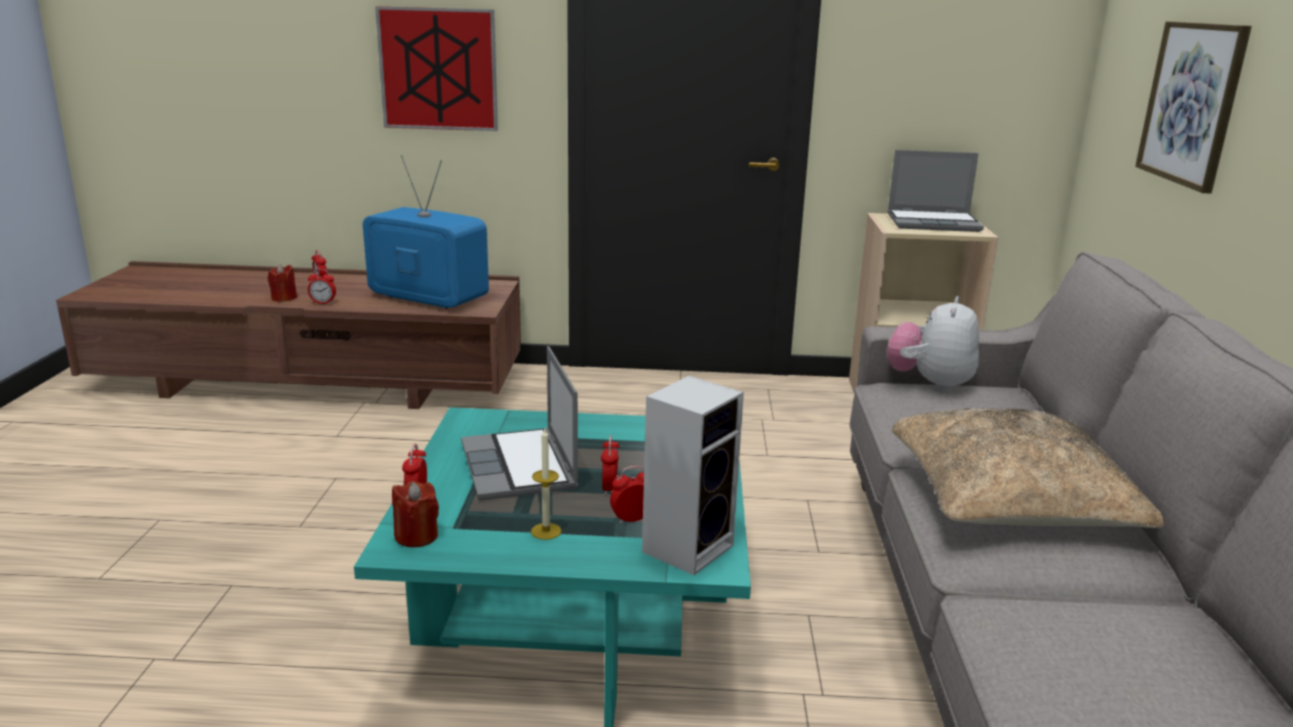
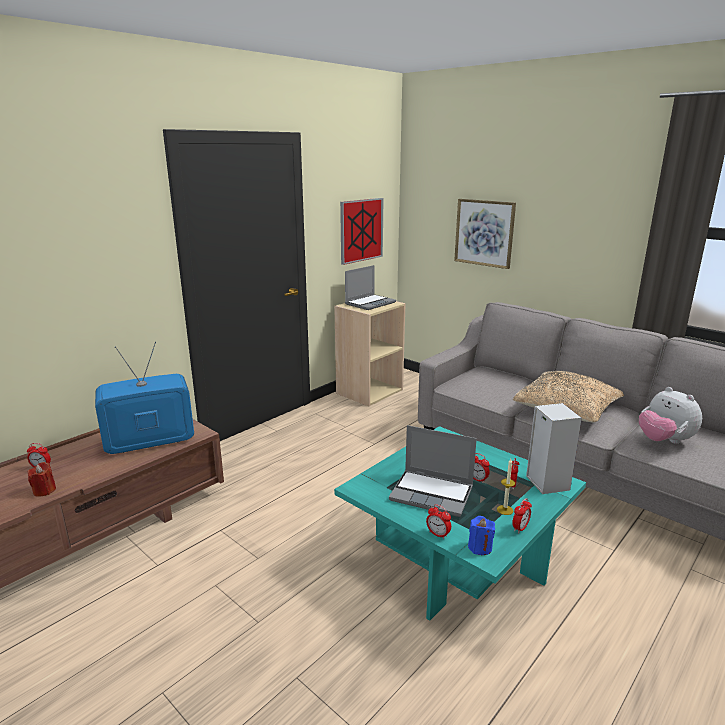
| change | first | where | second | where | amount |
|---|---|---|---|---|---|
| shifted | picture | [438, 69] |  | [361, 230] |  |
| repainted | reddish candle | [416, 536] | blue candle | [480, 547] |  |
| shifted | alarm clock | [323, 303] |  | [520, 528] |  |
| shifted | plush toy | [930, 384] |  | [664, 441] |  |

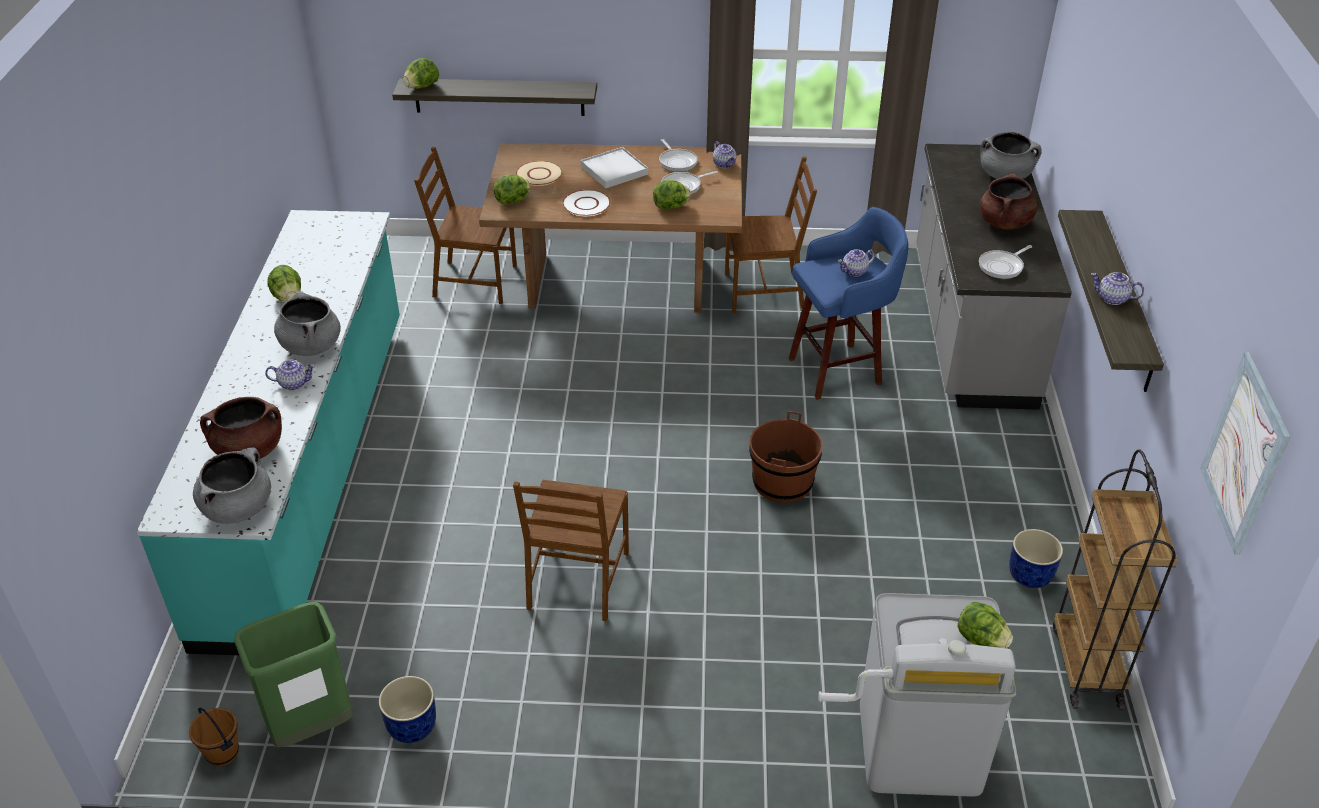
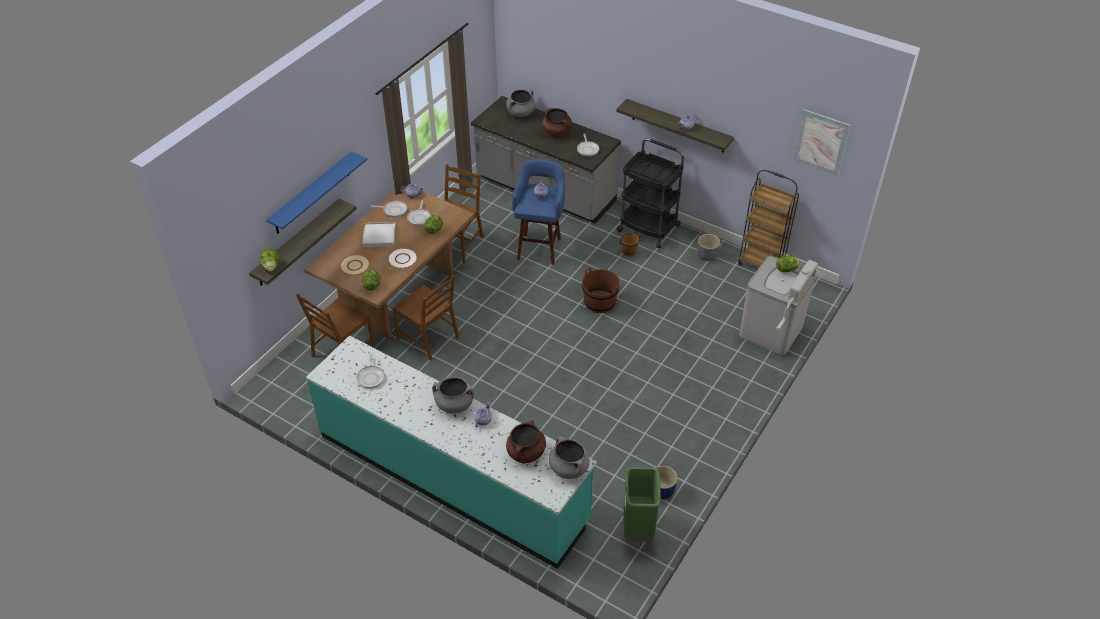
| change | first | where | second | where | amount |
|---|---|---|---|---|---|
| new |  |  | blue shelf | [312, 193] |  |
| new |  |  | pan | [371, 377] |  |
| shifted | brown-coloured upright chair | [577, 581] |  | [429, 338] |  |
| new |  |  | blackish wheeled cart | [647, 228] |  |
| shifted | brown-coloured water bucket | [222, 754] |  | [629, 252] |  |
| repainted | blue planter | [1030, 575] | gray planter | [707, 255] |  |
| gone | lettuce | [288, 297] |  |  |  |

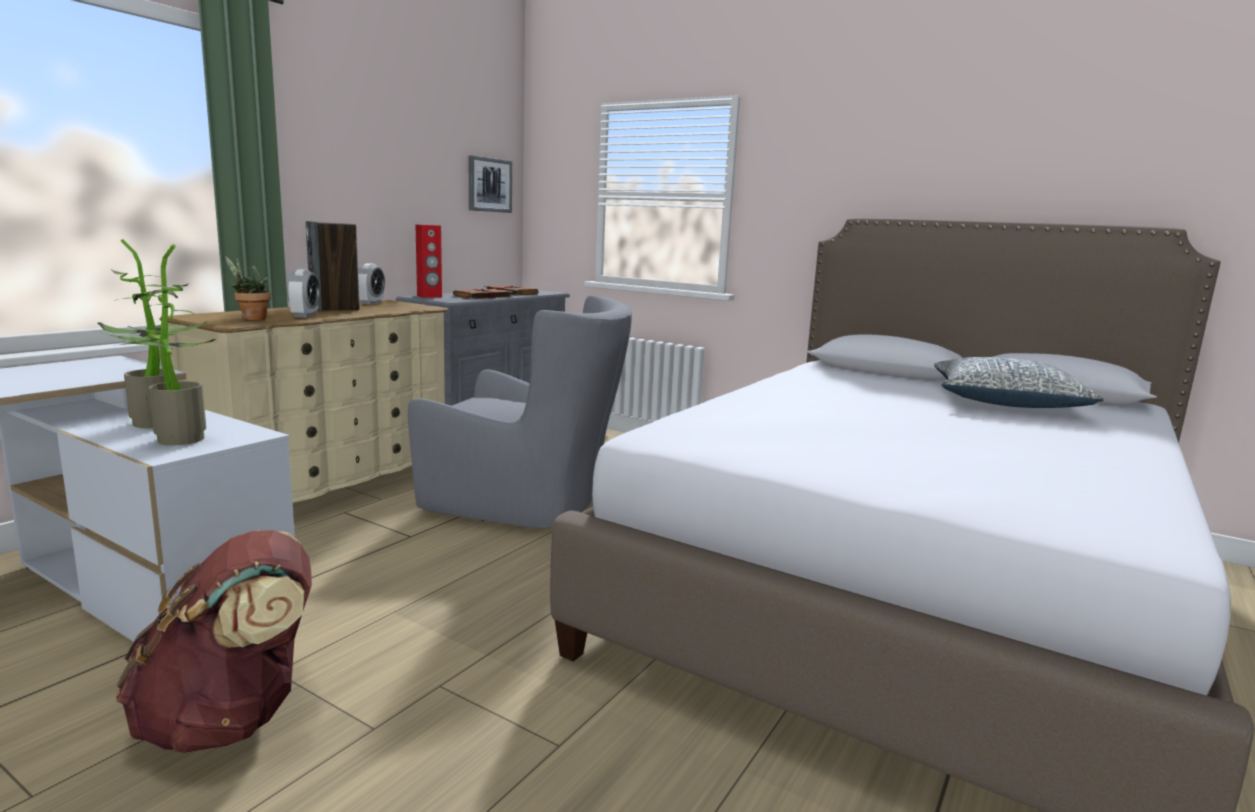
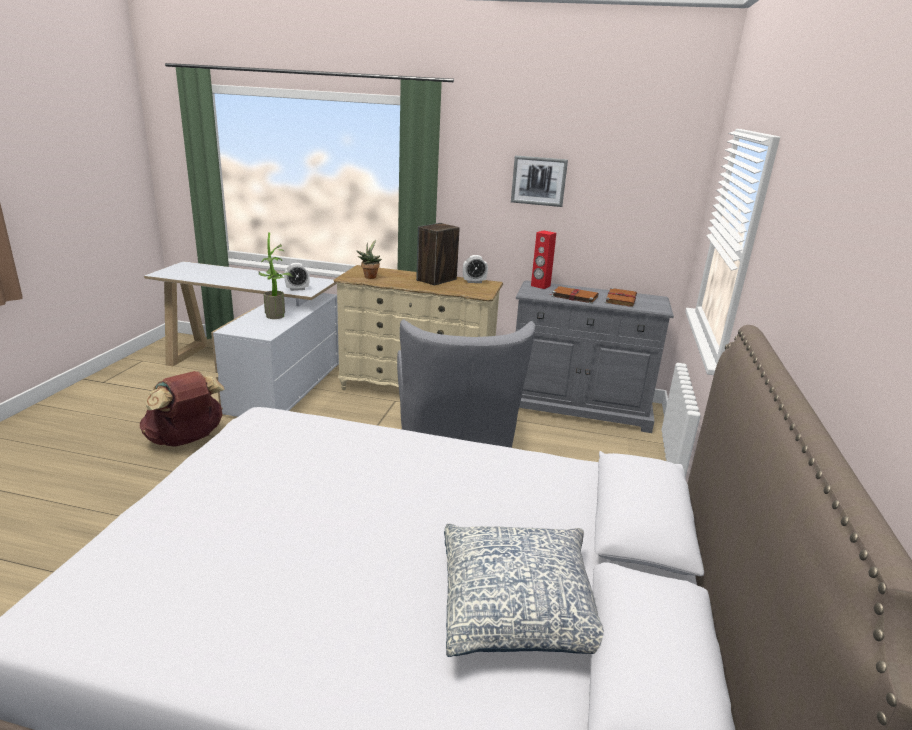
| change | first | where | second | where | amount |
|---|---|---|---|---|---|
| shifted | alarm clock | [305, 316] |  | [297, 289] |  |
| shifted | picture | [489, 185] |  | [538, 181] |  |
| gone | plant in a pot | [173, 440] |  |  |  |

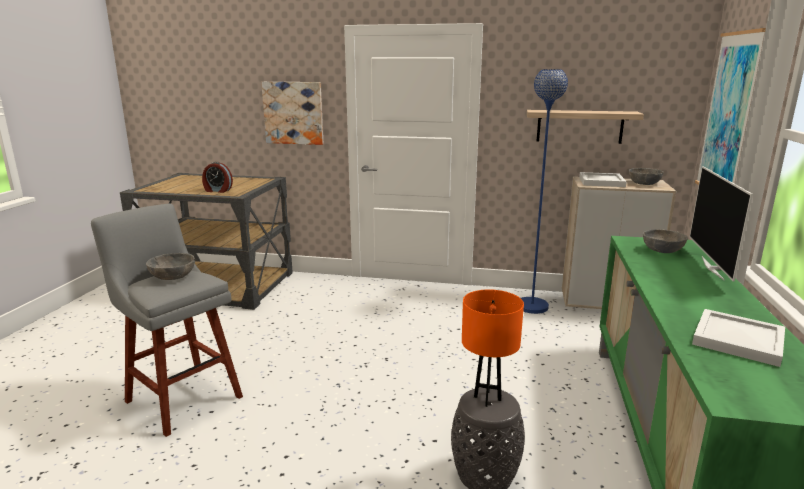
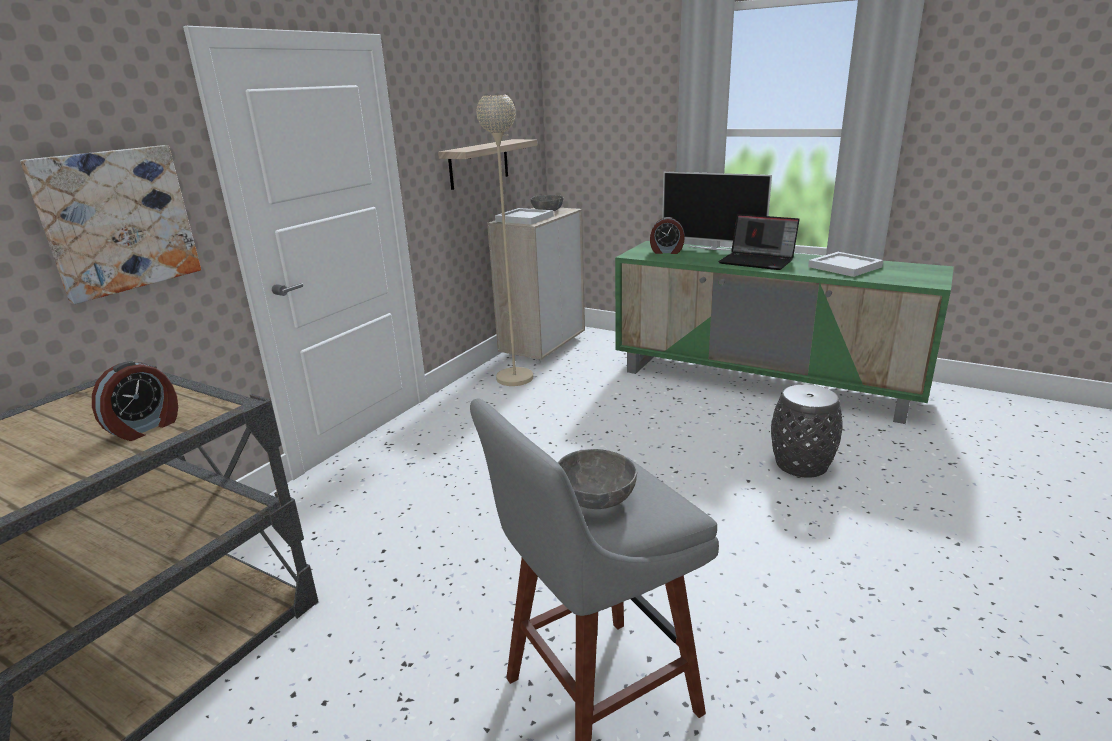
| change | first | where | second | where | amount |
|---|---|---|---|---|---|
| repainted | blue floor lamp | [532, 306] | beige-coloured floor lamp | [515, 378] |  |
| swapped | gray bowl | [662, 250] | alarm clock | [666, 252] |  |
| new |  |  | laptop | [758, 261] |  |
| gone | orangey tabletop lamp | [487, 398] |  |  |  |
| gone | picture | [728, 115] |  |  |  |

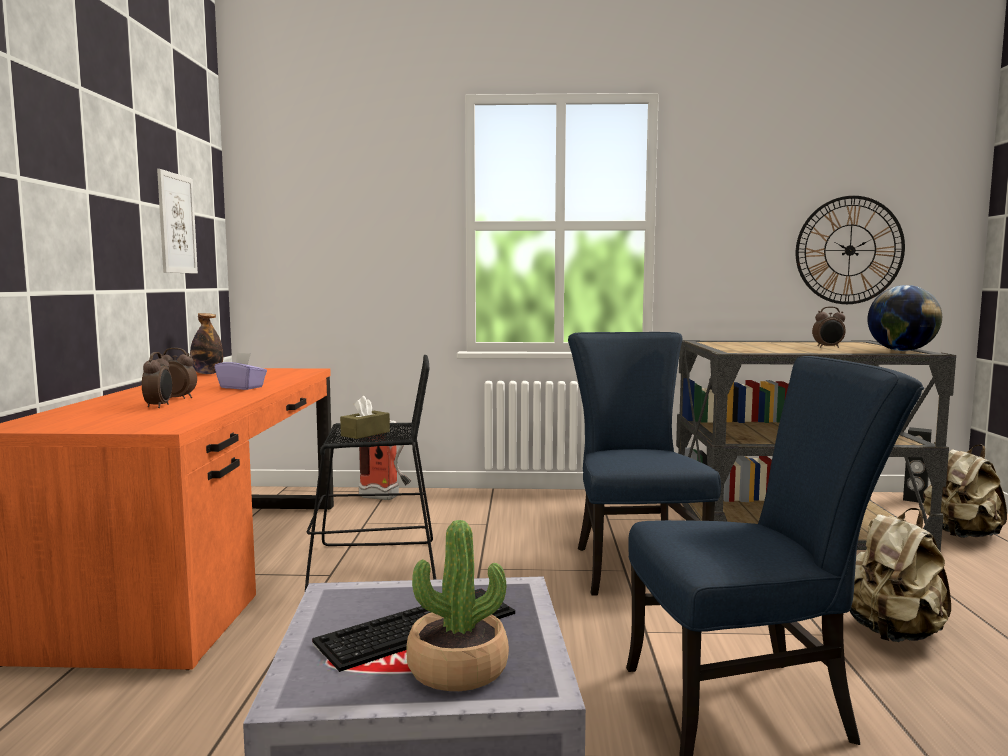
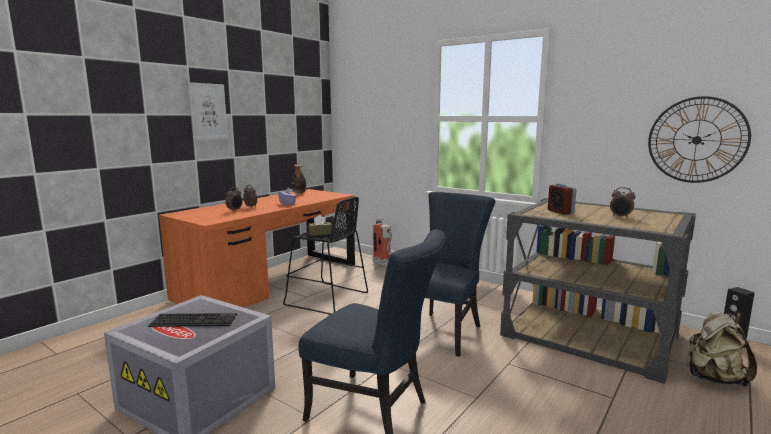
| change | first | where | second | where | amount |
|---|---|---|---|---|---|
| shifted | picture | [177, 224] |  | [208, 111] |  |
| new |  |  | alarm clock | [560, 212] |  |
| gone | plant in a pot | [457, 669] |  |  |  |
| gone | beige-coloured backpack | [893, 634] |  |  |  |
| gone | world globe | [901, 351] |  |  |  |

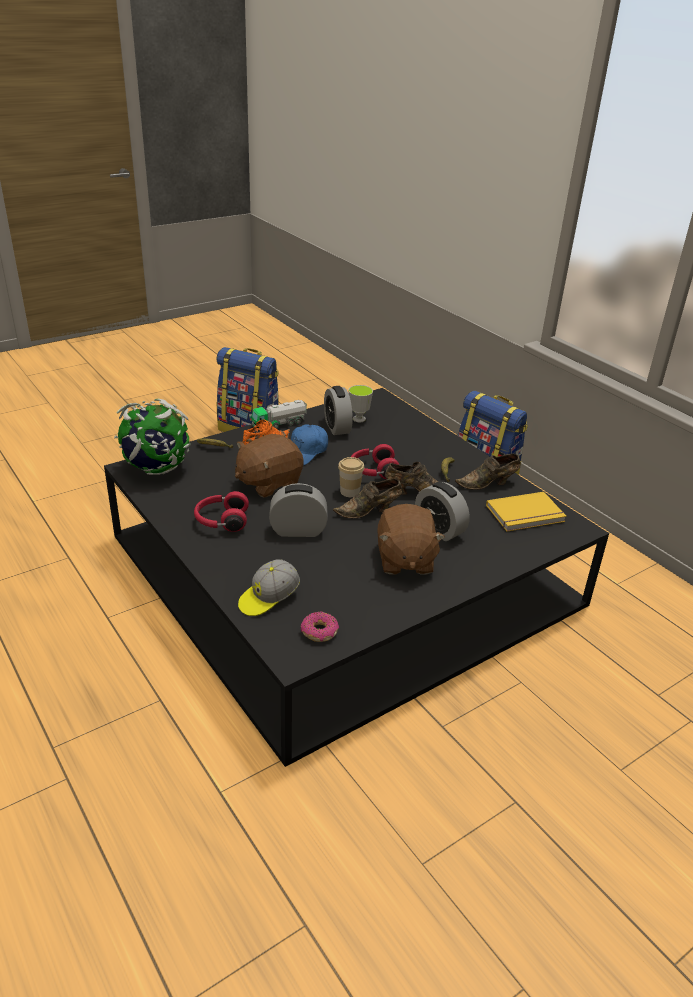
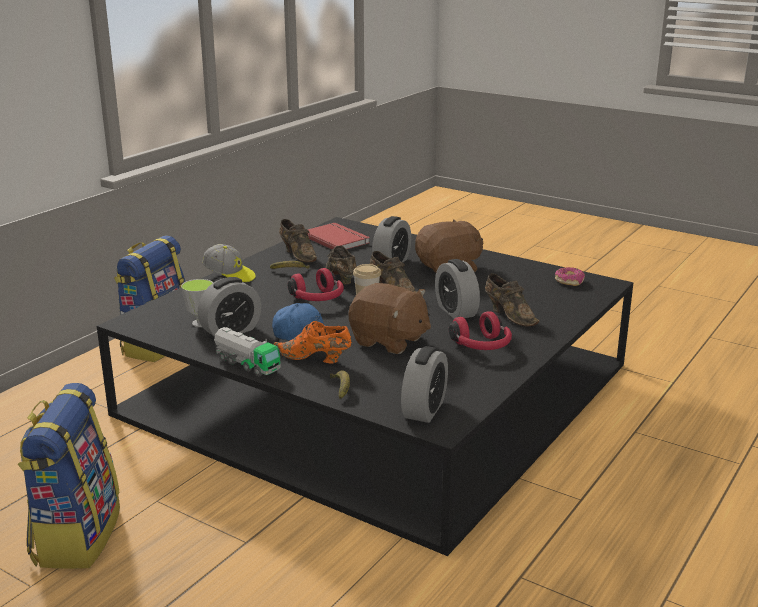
| change | first | where | second | where | amount |
|---|---|---|---|---|---|
| shifted | peaked cap | [268, 598] |  | [229, 275] |  |
| repainted | yellow-coloured volume | [526, 515] | reddish volume | [337, 239] |  |
| swapped | world globe | [156, 469] | alarm clock | [424, 409] |  |
| new |  |  | brown-coloured shoe | [509, 315] |  |

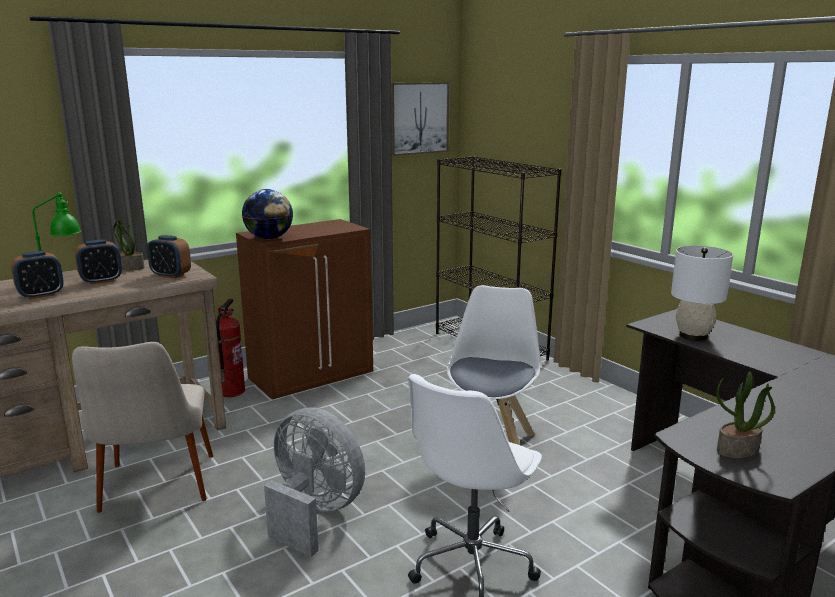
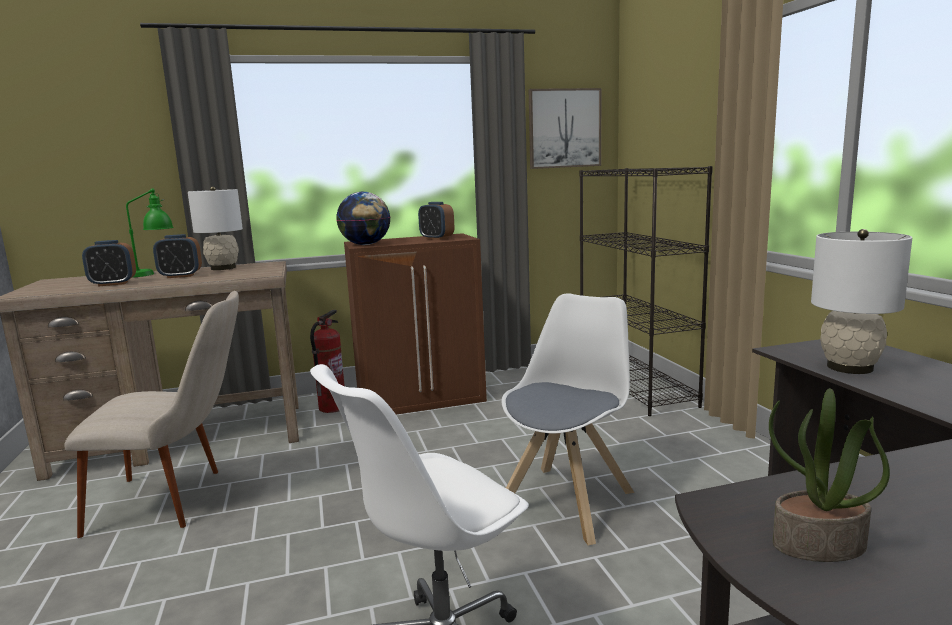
| change | first | where | second | where | amount |
|---|---|---|---|---|---|
| rotated | beige-coloured upright chair | [155, 494] |  | [179, 499] | 105 degrees counterclockwise |
| swapped | plant in a pot | [129, 267] | whitish tabletop lamp | [223, 268] |  |
| shifted | alarm clock | [171, 275] |  | [437, 238] |  |
| gone | gray electric fan | [314, 513] |  |  |  |

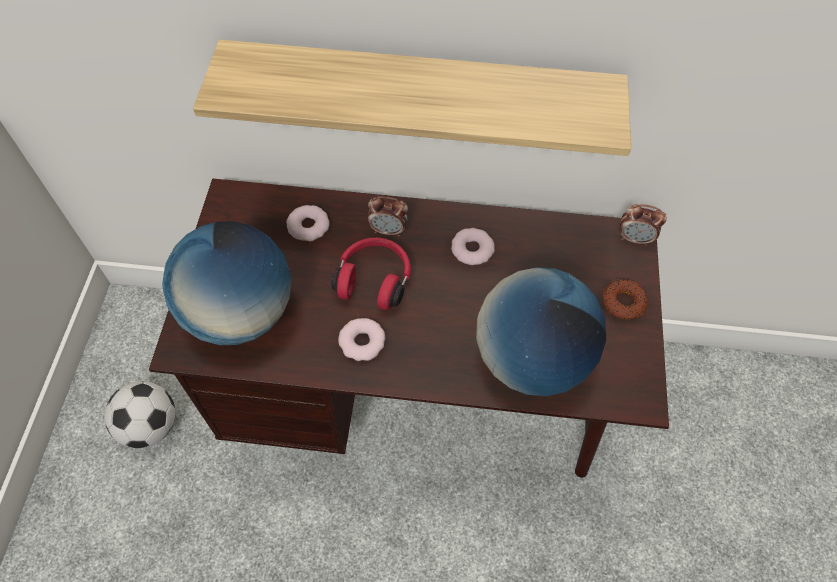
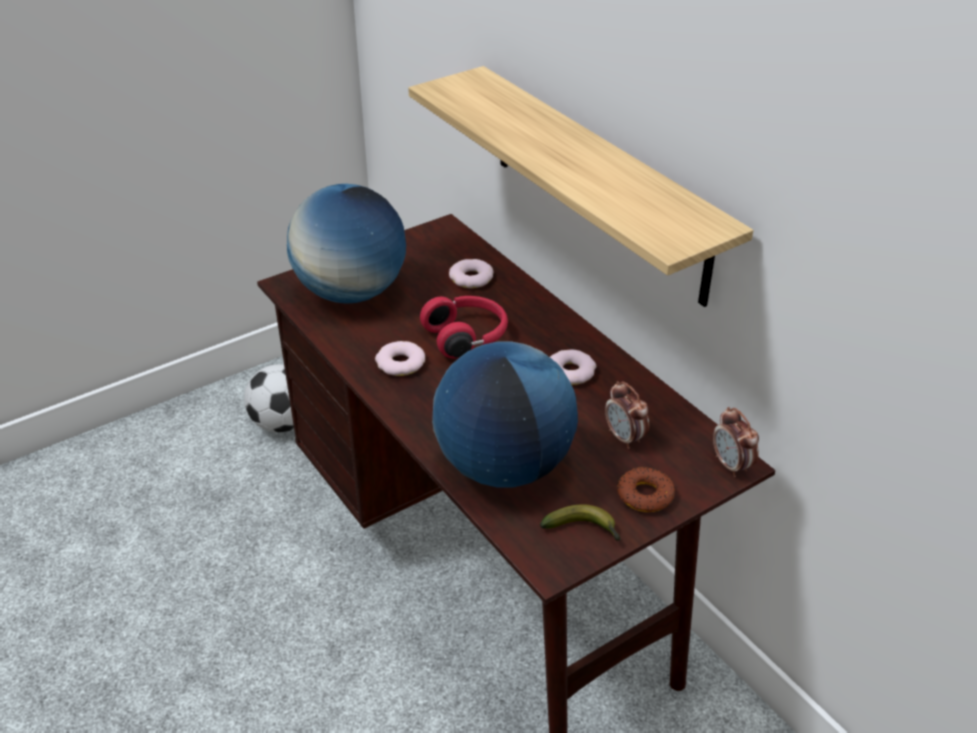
| change | first | where | second | where | amount |
|---|---|---|---|---|---|
| new |  |  | banana | [584, 530] |  |
| shifted | alarm clock | [388, 230] |  | [624, 438] |  |

